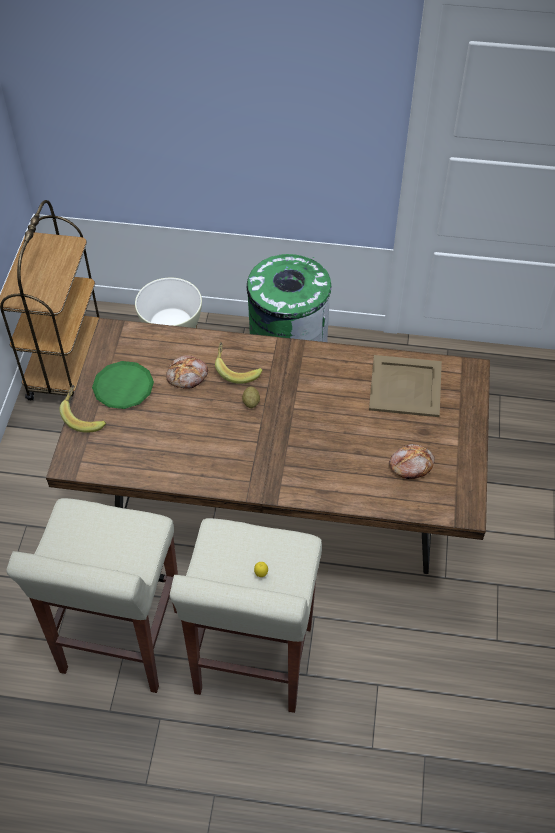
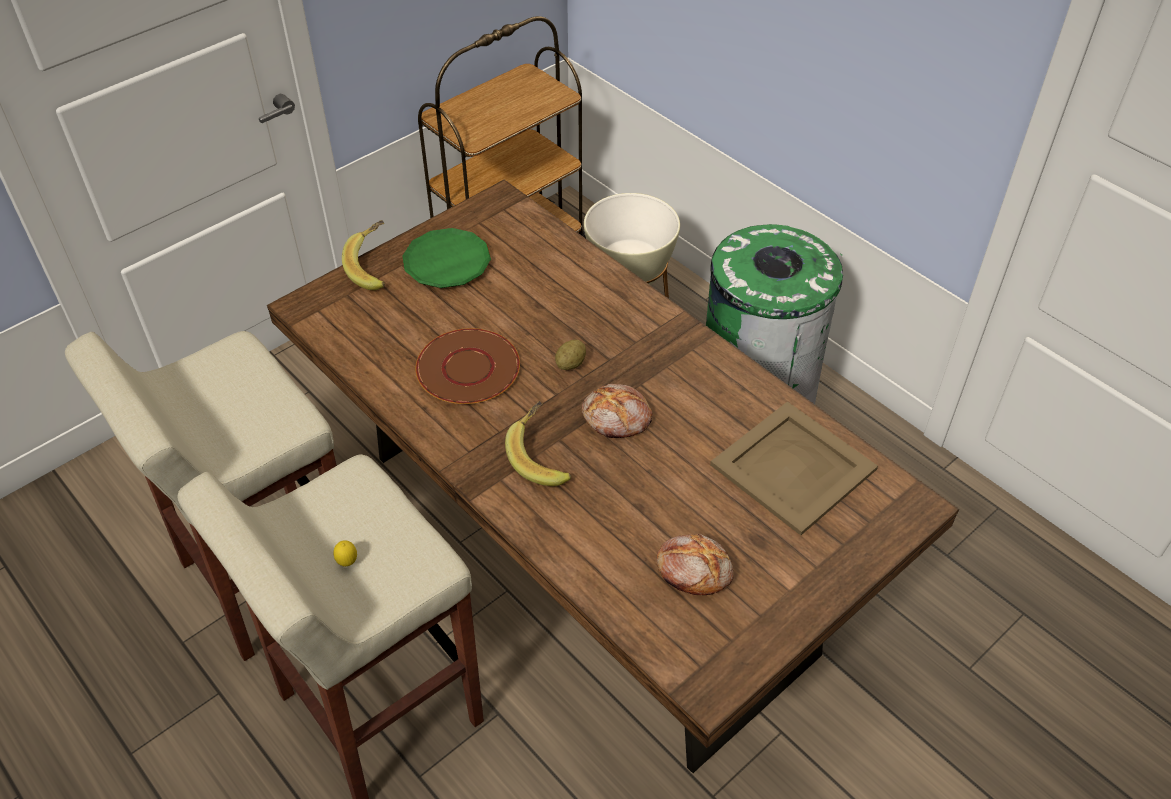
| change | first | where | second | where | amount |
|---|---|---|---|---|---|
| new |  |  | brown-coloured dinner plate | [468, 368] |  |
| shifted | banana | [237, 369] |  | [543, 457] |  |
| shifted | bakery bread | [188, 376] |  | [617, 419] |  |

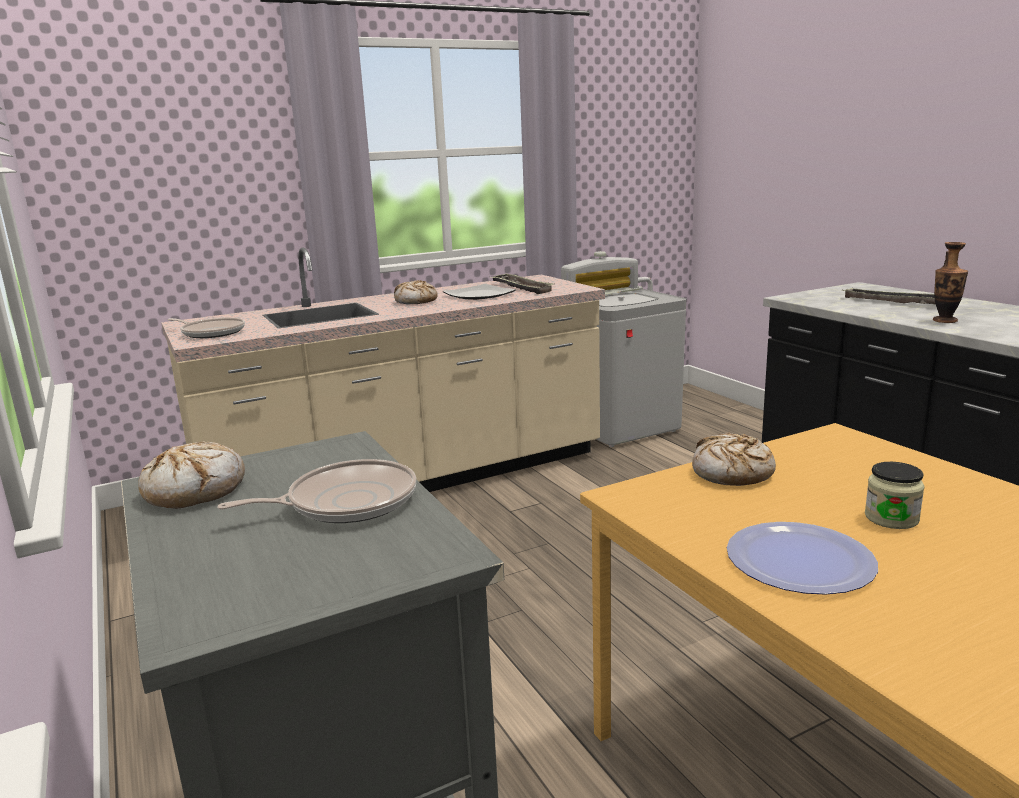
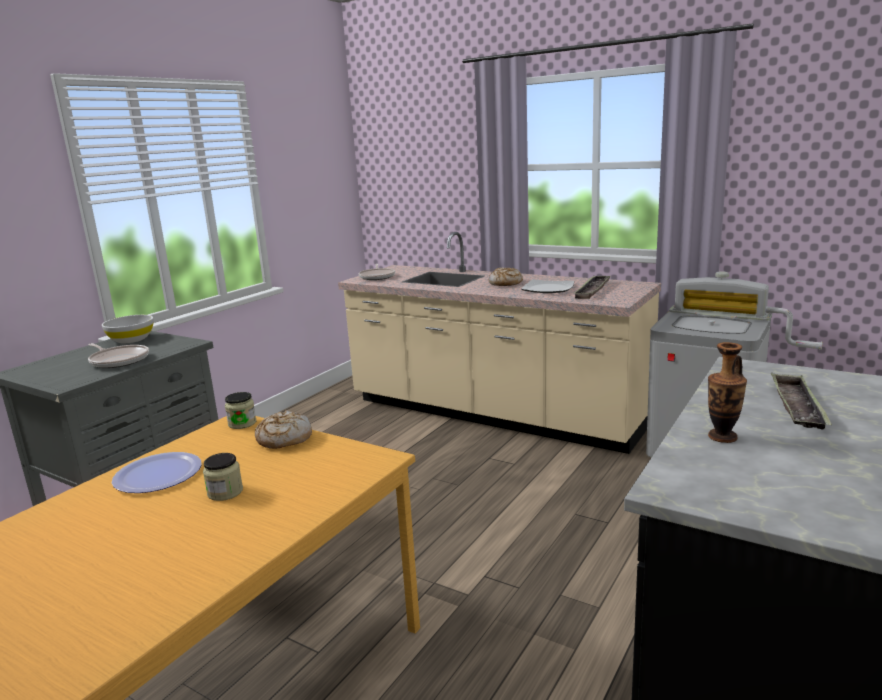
| change | first | where | second | where | amount |
|---|---|---|---|---|---|
| swapped | bakery bread | [195, 490] | whitish bowl | [131, 339] |  |
| new |  |  | preserve jar | [242, 423] |  |

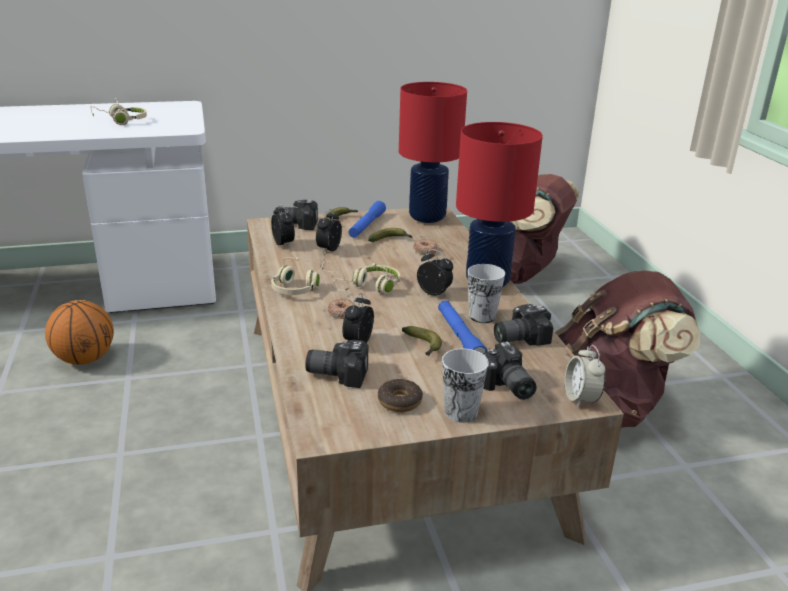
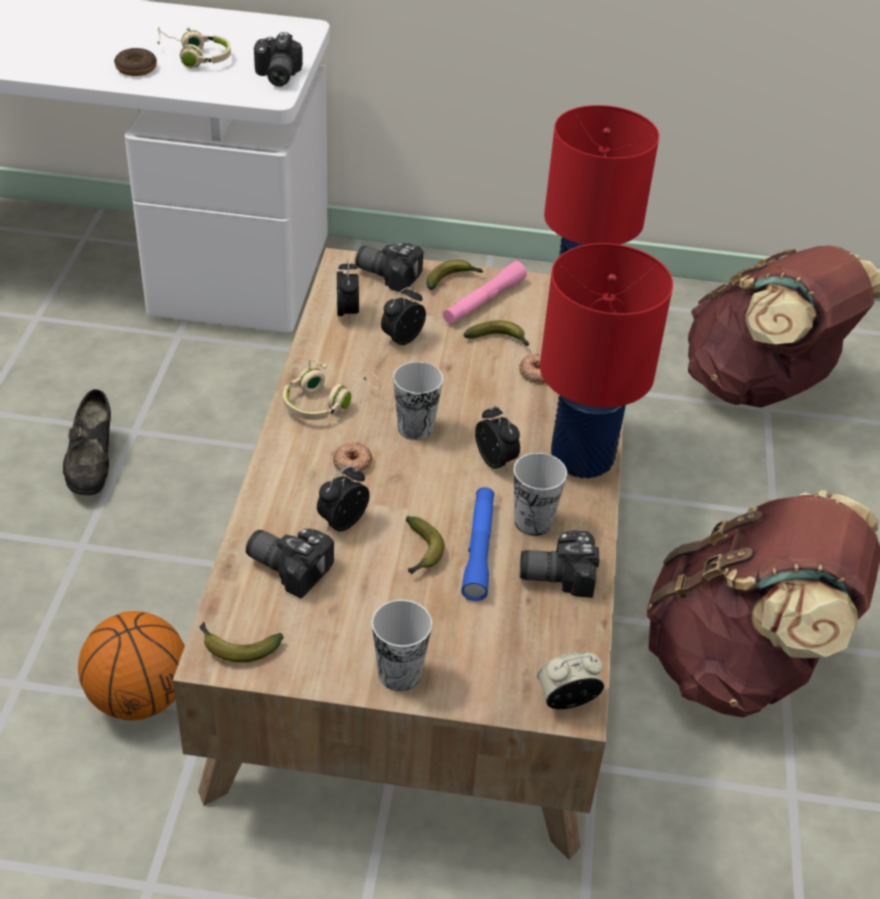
| change | first | where | second | where | amount |
|---|---|---|---|---|---|
| new |  |  | blackish shoe | [92, 466] |  |
| shifted | ball for basketball | [85, 359] |  | [138, 698] |  |
| shifted | doughnut | [399, 401] |  | [136, 68] |  |
| new |  |  | banana | [236, 647] |  |
| shifted | photo camera | [504, 387] |  | [276, 76] |  |
| swapped | beige-coloured pair of headphones | [370, 288] | cup | [415, 428] |  |
| repainted | blue hand torch | [367, 225] | pinkish hand torch | [483, 301] |  |
| rotated | alarm clock | [581, 398] |  | [567, 700] | 60 degrees clockwise |

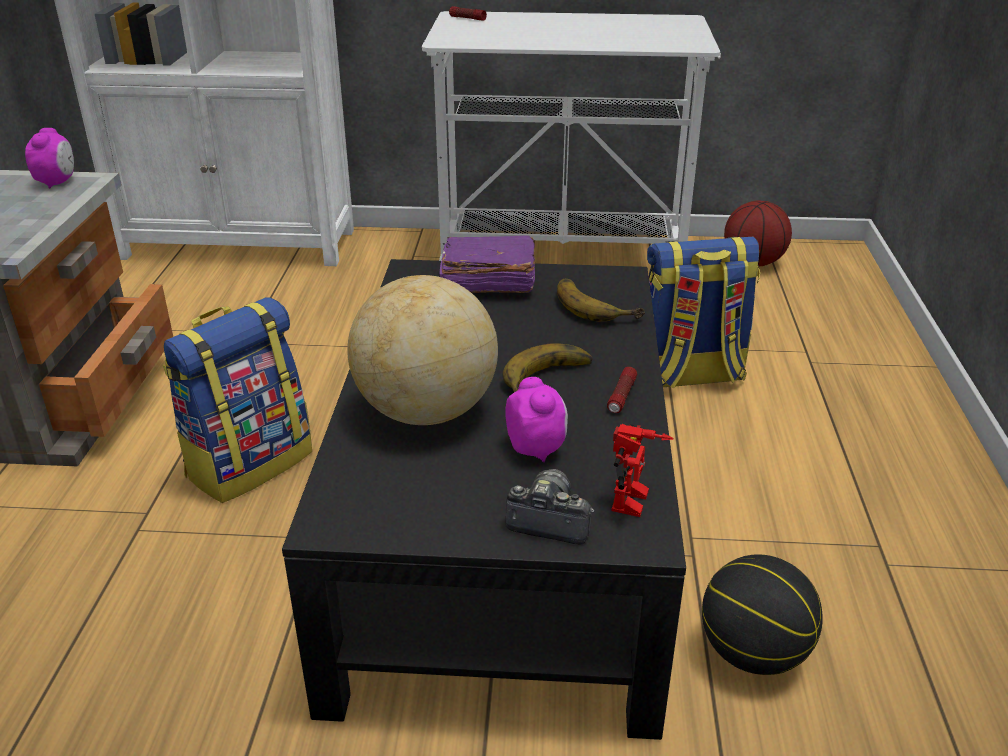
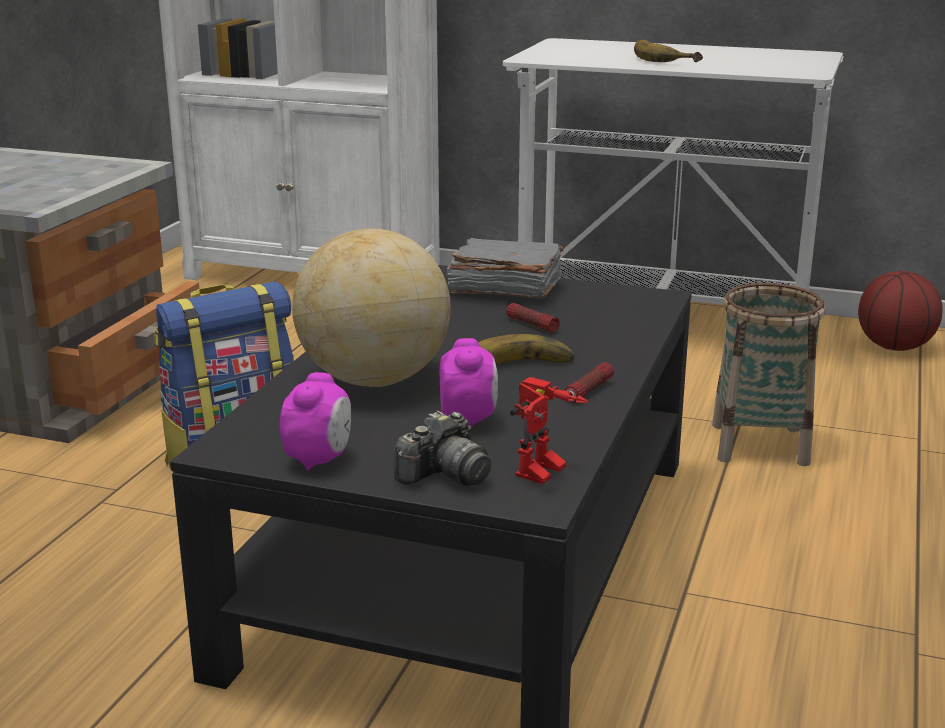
| change | first | where | second | where | amount |
|---|---|---|---|---|---|
| shifted | alarm clock | [57, 182] |  | [319, 459] |  |
| rotated | photo camera | [549, 521] |  | [445, 475] | 105 degrees clockwise |
| repainted | purple volume | [487, 282] | gray volume | [504, 288] |  |
| shifted | hand torch | [467, 18] |  | [531, 324] |  |
| shifted | banana | [596, 305] |  | [666, 59] |  |
| swapped | backpack | [689, 375] | basket | [759, 444] |  |
| gone | ball for basketball | [753, 654] |  |  |  |

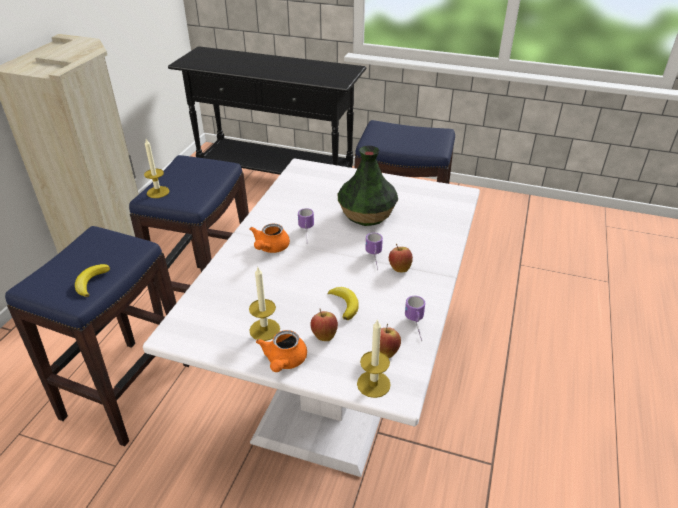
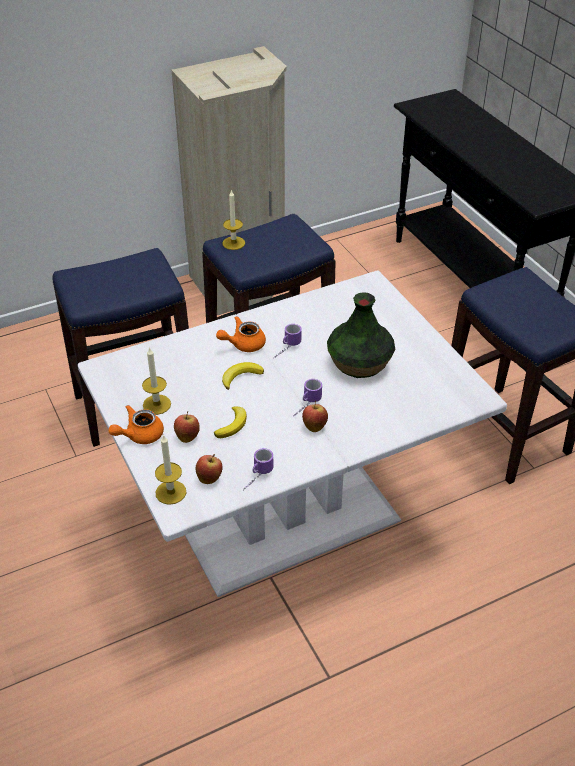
| change | first | where | second | where | amount |
|---|---|---|---|---|---|
| shifted | banana | [91, 282] |  | [241, 376] |  |

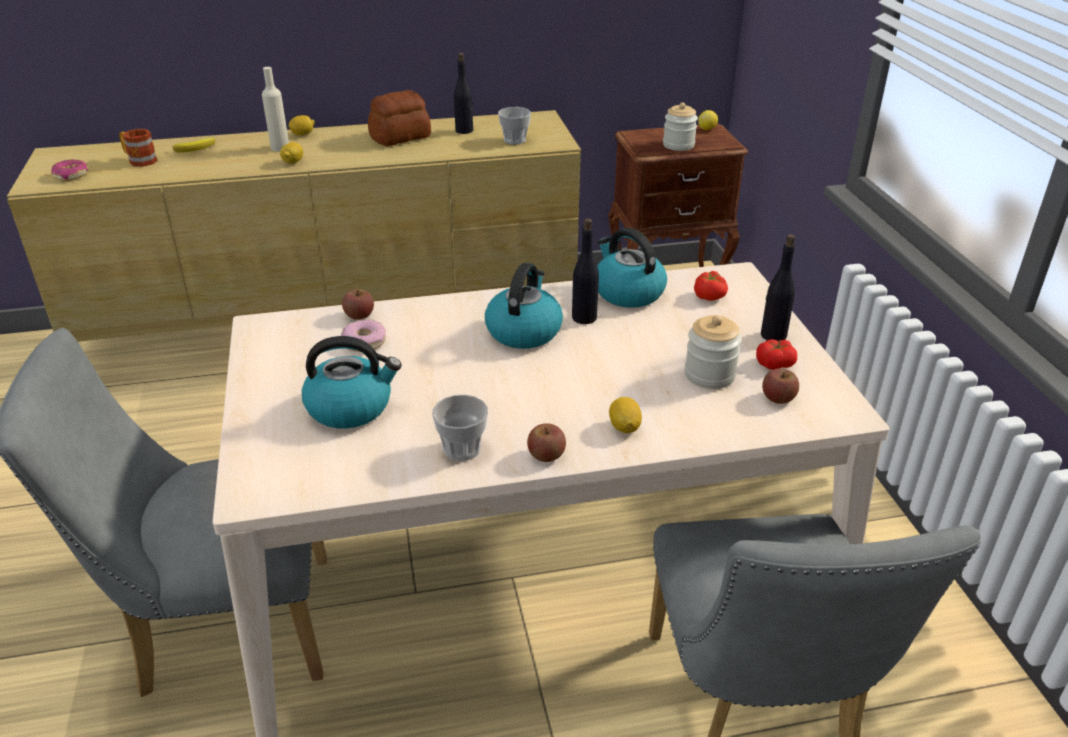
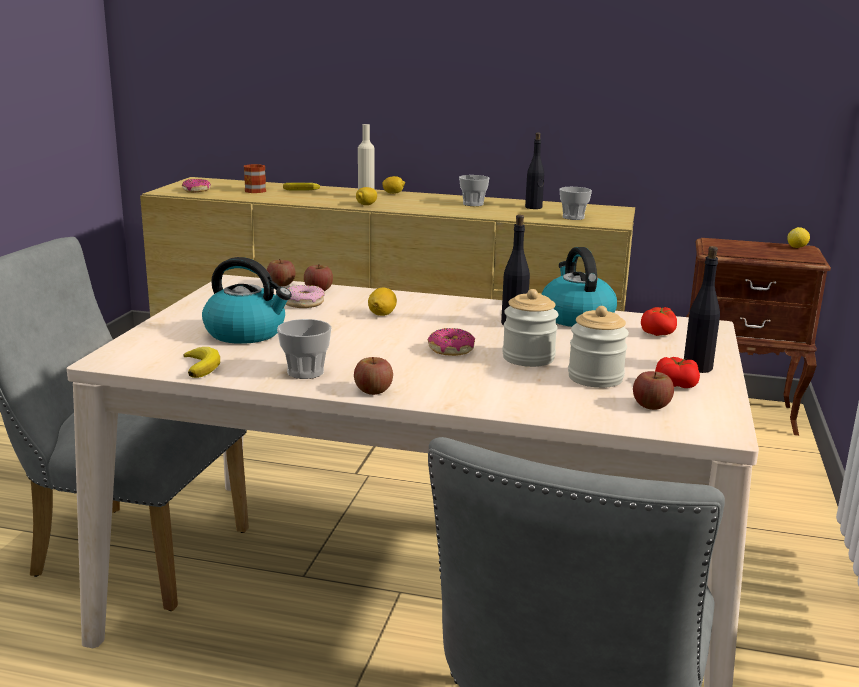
| change | first | where | second | where | amount |
|---|---|---|---|---|---|
| new |  |  | banana | [202, 366] |  |
| new |  |  | apple | [281, 284] |  |
| shifted | citrus fruit | [624, 427] |  | [382, 314] |  |
| new |  |  | doughnut | [451, 350] |  |
| swapped | bakery bread | [401, 137] | cup | [473, 204] |  |
| shifted | preserve jar | [678, 145] |  | [528, 358] |  |
| gone | water kettle | [523, 331] |  |  |  |

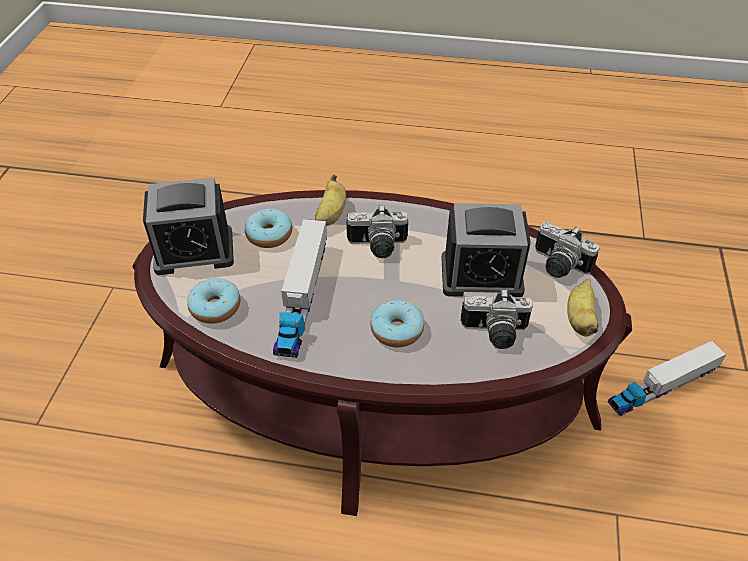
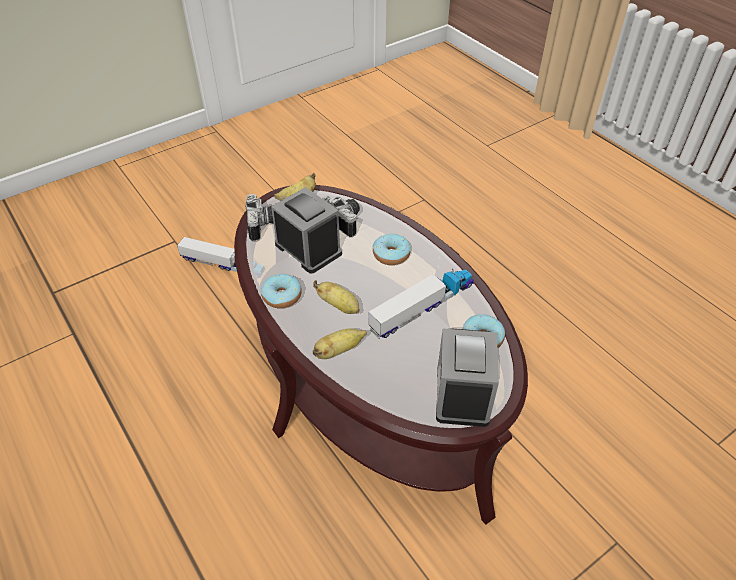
| change | first | where | second | where | amount |
|---|---|---|---|---|---|
| shifted | doughnut | [269, 235] |  | [282, 296] |  |
| swapped | photo camera | [377, 247] | banana | [339, 306] |  |
| rotated | alarm clock | [194, 251] |  | [462, 393] | 120 degrees counterclockwise |

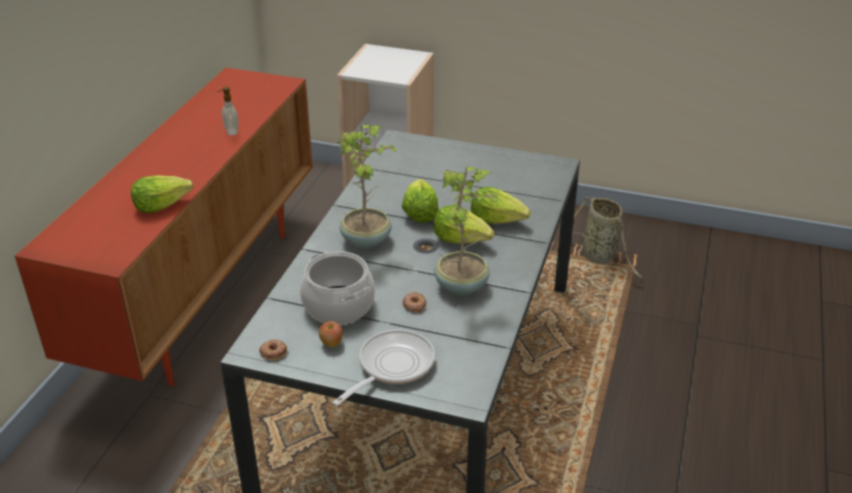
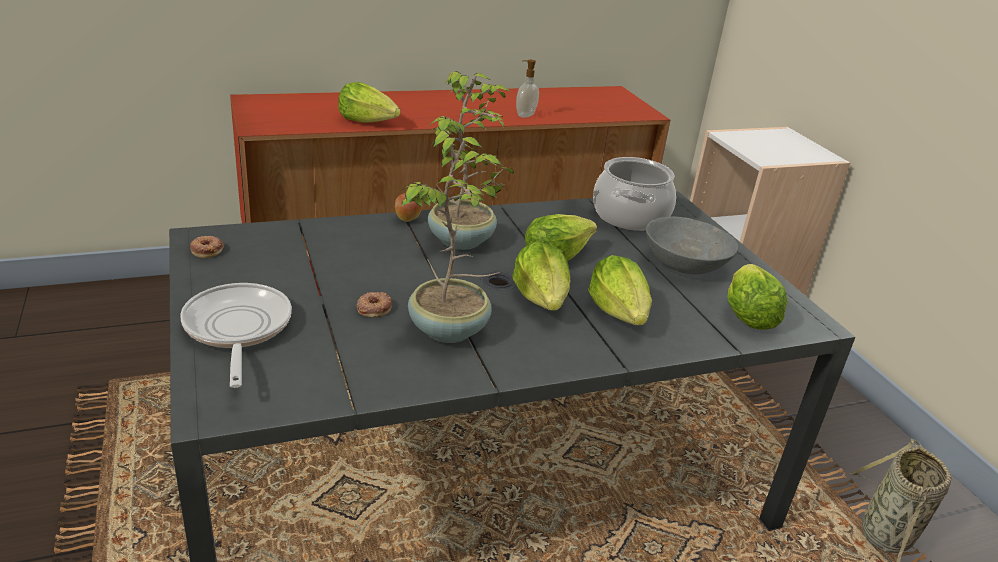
| change | first | where | second | where | amount |
|---|---|---|---|---|---|
| rotated | pan | [391, 367] |  | [237, 330] | 105 degrees counterclockwise |
| shifted | apple | [331, 343] |  | [407, 219] |  |
| shifted | cooking pot | [339, 305] |  | [631, 216] |  |
| new |  |  | gray bowl | [684, 265] |  |
| new |  |  | lettuce | [748, 314] |  |

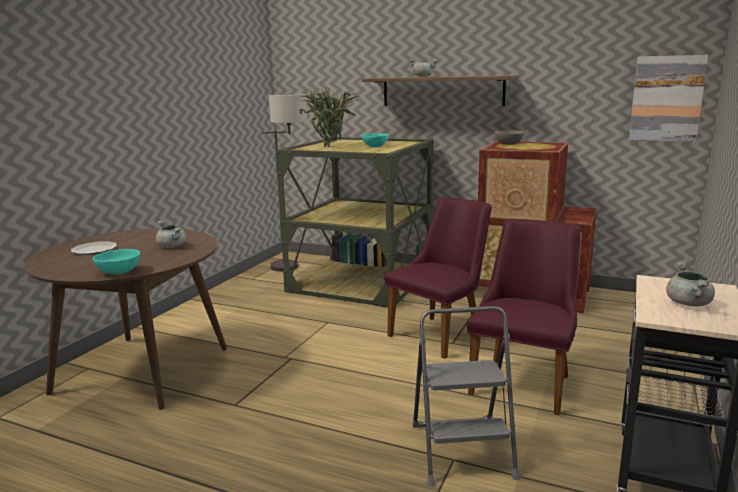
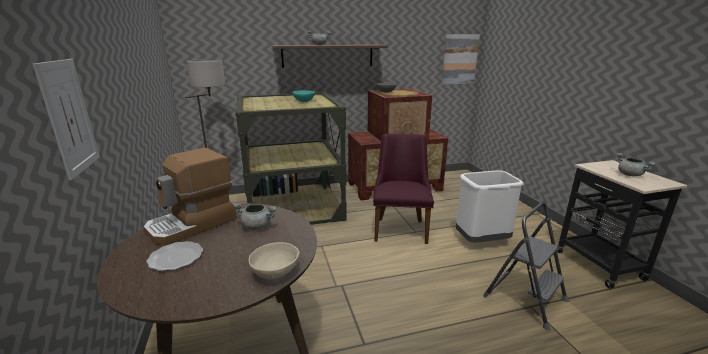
| change | first | where | second | where | amount |
|---|---|---|---|---|---|
| new |  |  | picture | [69, 117] |  |
| new |  |  | coffee machine | [192, 224] |  |
| repainted | blue-green bowl | [119, 272] | beige-coloured bowl | [276, 272] |  |
| swapped | purple upright chair | [524, 380] | whitish rubbish bin | [481, 241] |  |
| gone | plant in a pot | [332, 147] |  |  |  |

